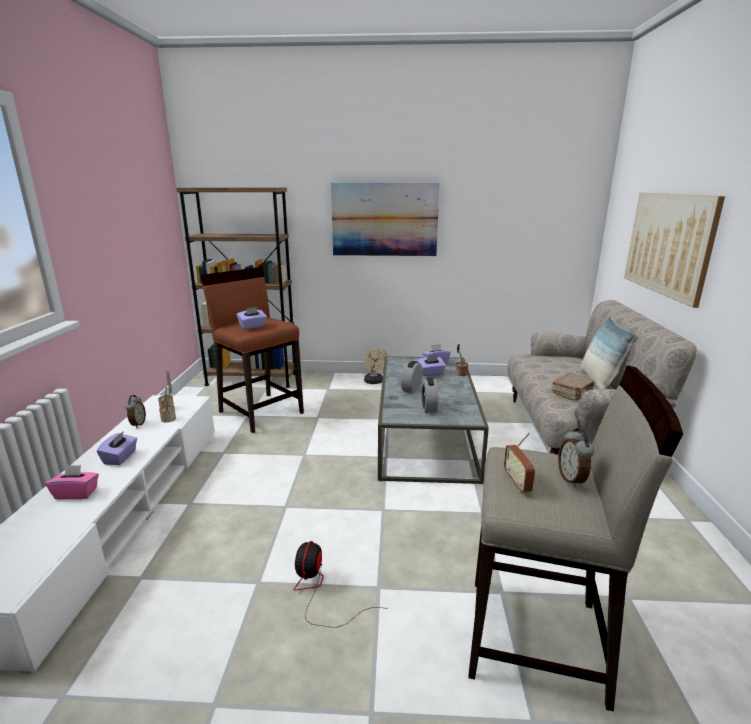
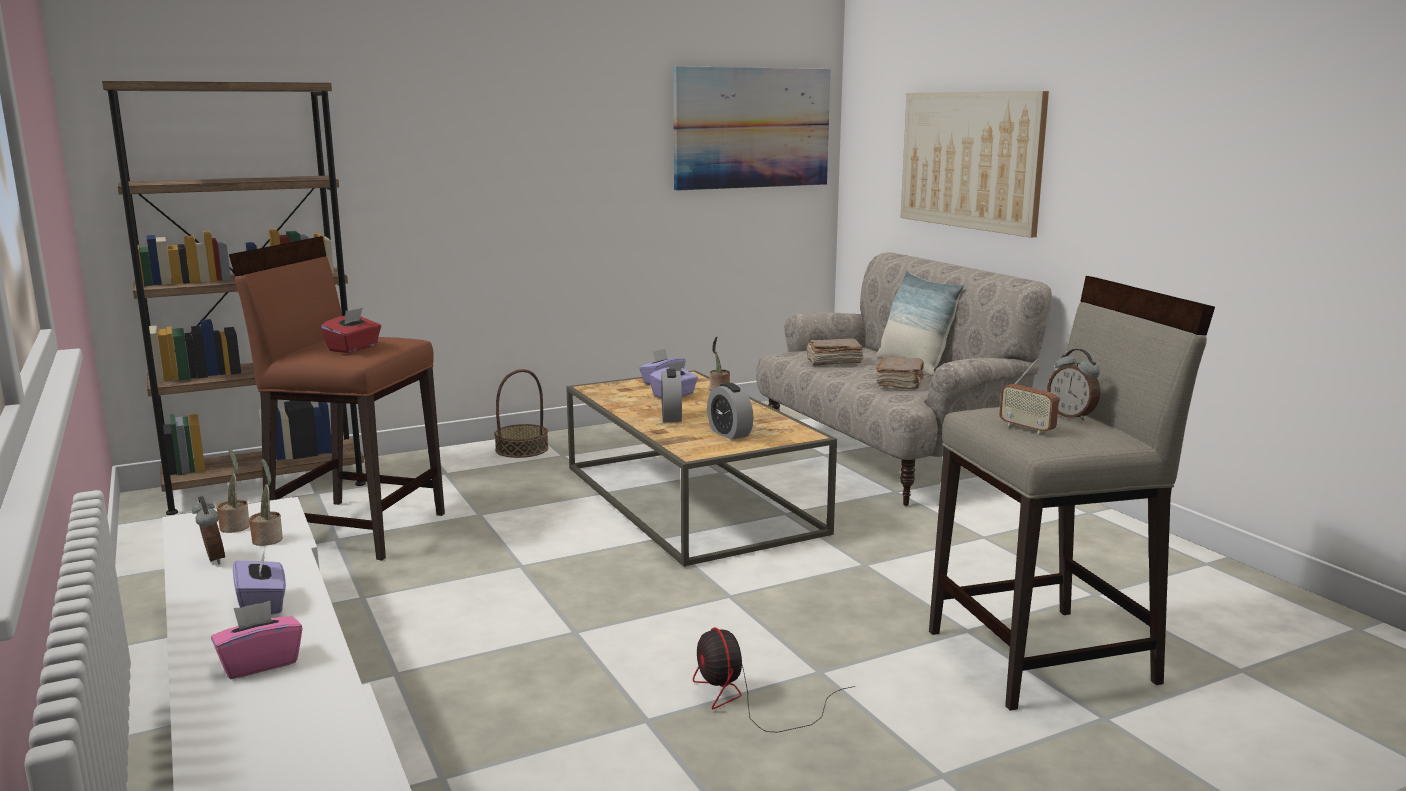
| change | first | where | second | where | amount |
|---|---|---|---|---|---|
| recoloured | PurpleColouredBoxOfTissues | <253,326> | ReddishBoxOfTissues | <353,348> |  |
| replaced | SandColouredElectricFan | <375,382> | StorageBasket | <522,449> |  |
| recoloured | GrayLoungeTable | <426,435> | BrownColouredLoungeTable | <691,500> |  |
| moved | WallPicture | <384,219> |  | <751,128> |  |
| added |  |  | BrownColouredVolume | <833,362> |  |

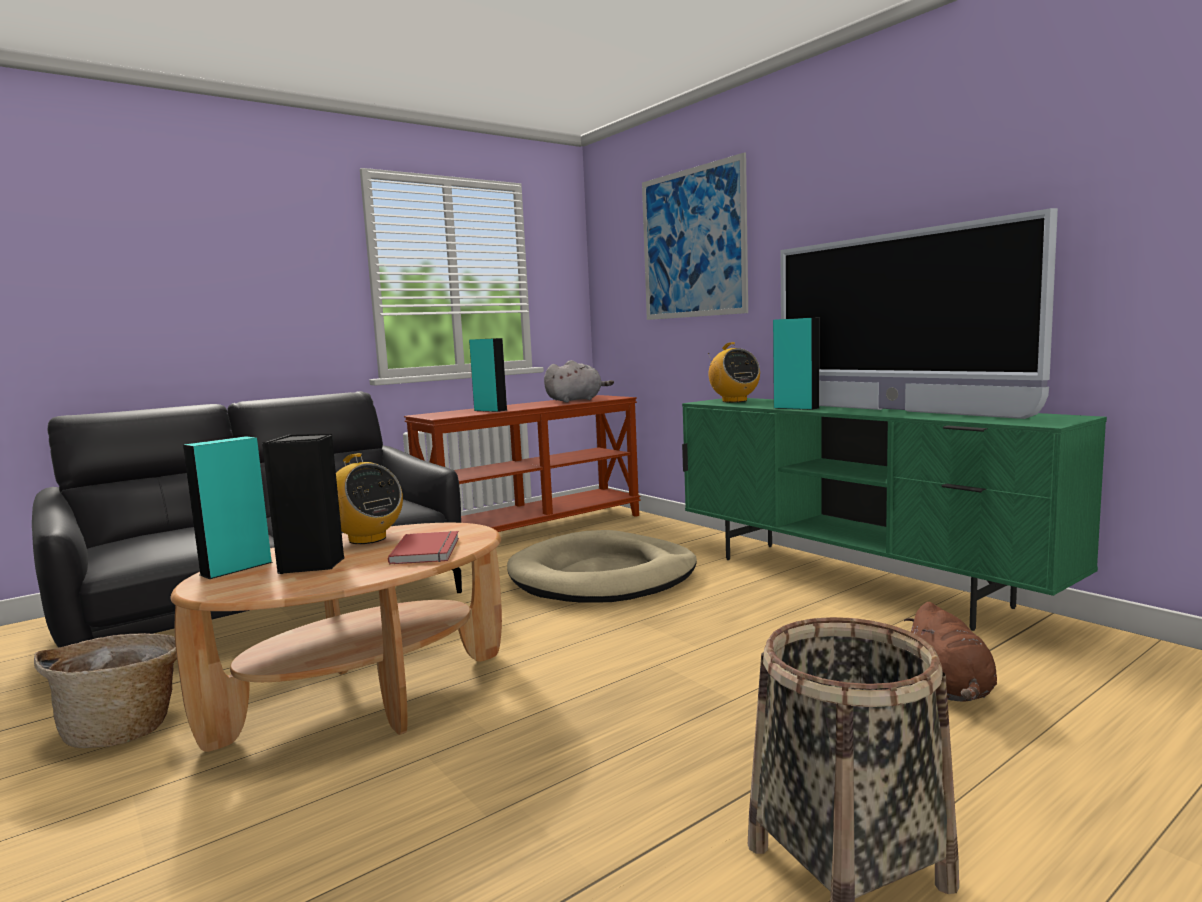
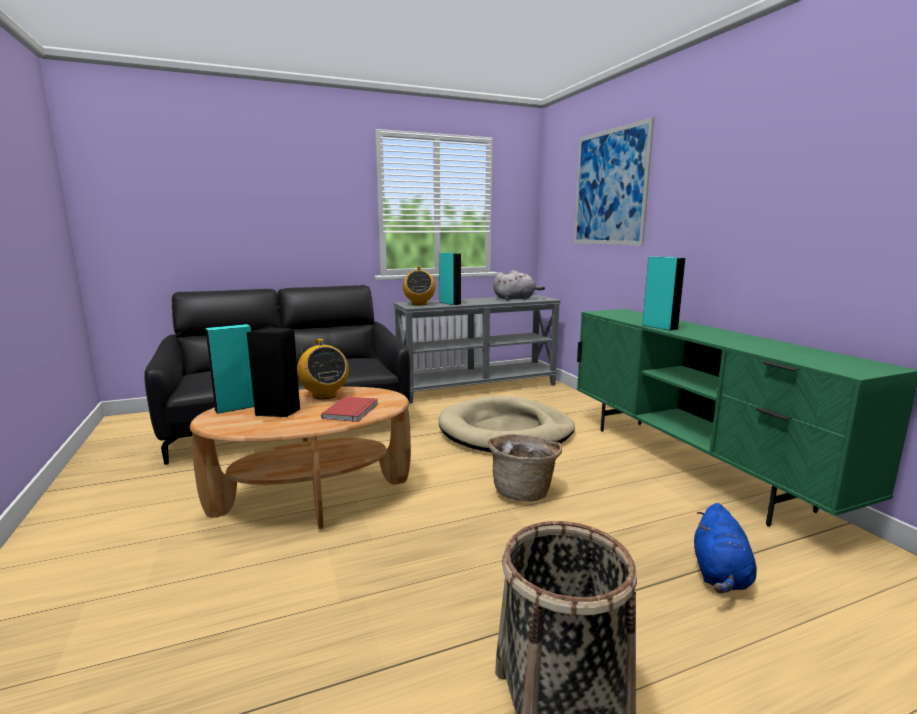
| change | first | where | second | where | amount |
|---|---|---|---|---|---|
| recoloured | BrownColouredNarrowTable | <534,530> | GrayNarrowTable | <477,387> |  |
| moved | Radio | <734,401> |  | <419,304> |  |
| moved | StorageBasket | <125,729> |  | <523,491> |  |
| recoloured | BrownColouredSoftToy | <950,689> | BlueSoftToy | <720,575> |  |
| removed | Television | <894,410> |  |  |  |

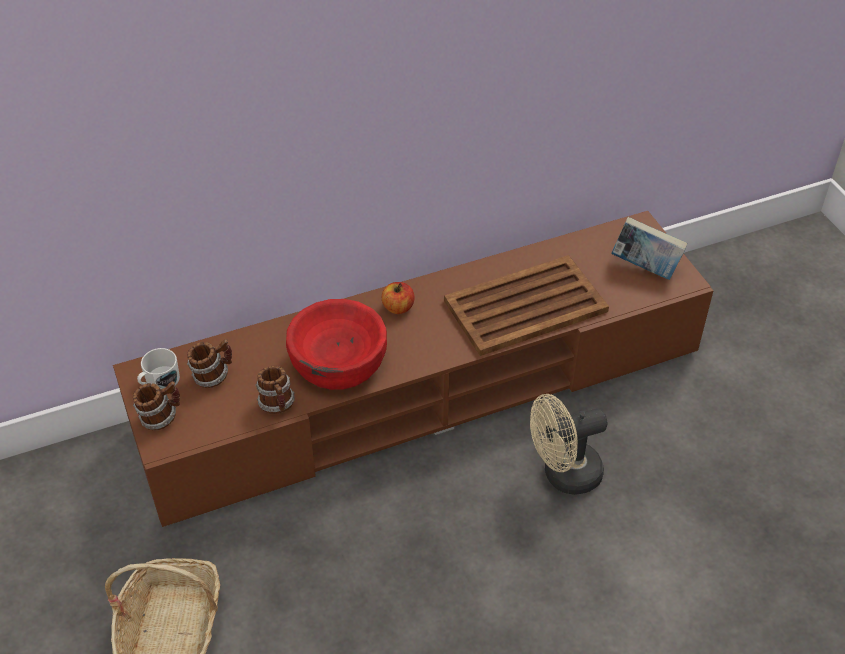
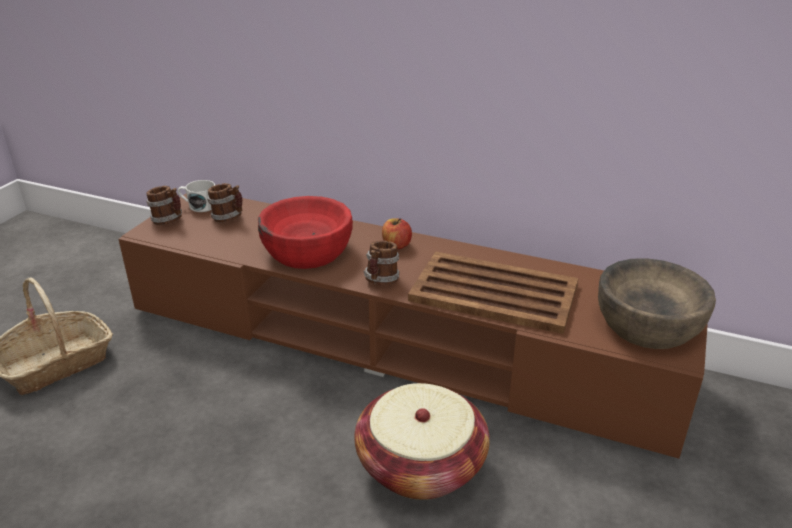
| change | first | where | second | where | amount |
|---|---|---|---|---|---|
| replaced | SandColouredElectricFan | <563,475> | StorageBasket | <420,465> |  |
| moved | CoffeeMug | <278,405> |  | <381,281> |  |
| replaced | Volume | <645,268> | BrownColouredDeepDish | <647,325> |  |

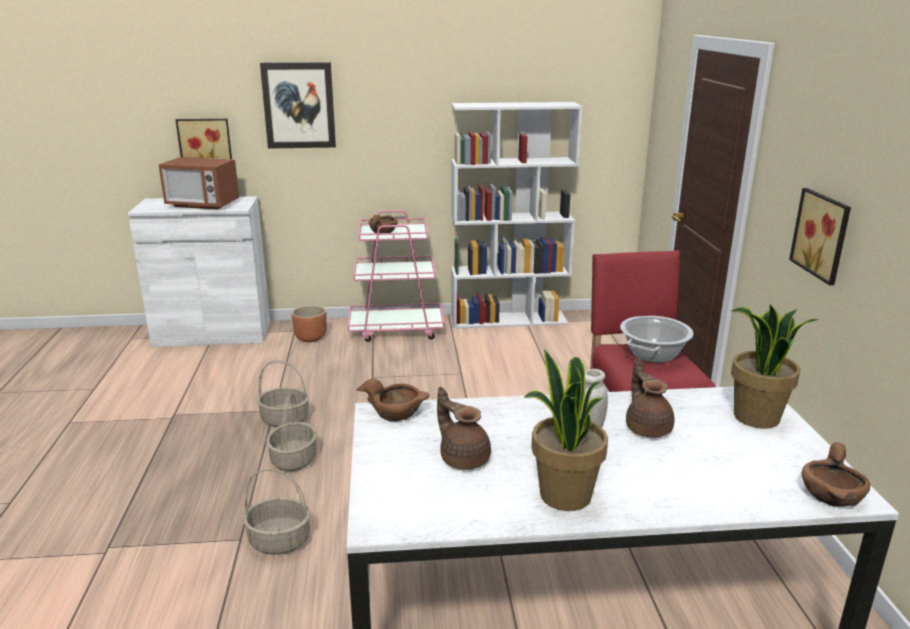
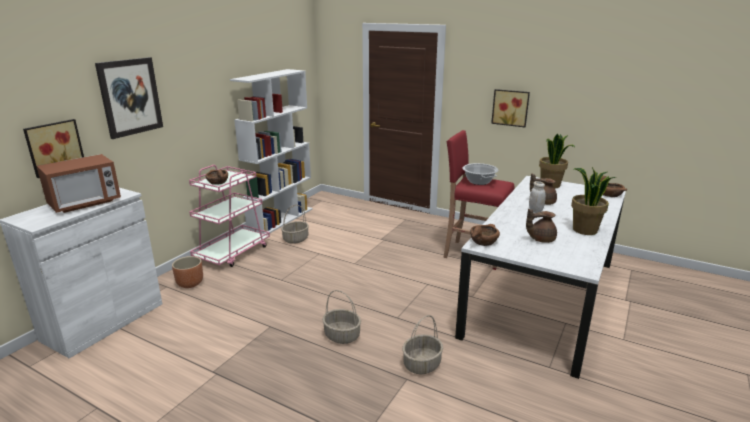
| change | first | where | second | where | amount |
|---|---|---|---|---|---|
| moved | StorageBasket | <285,419> |  | <295,239> |  |

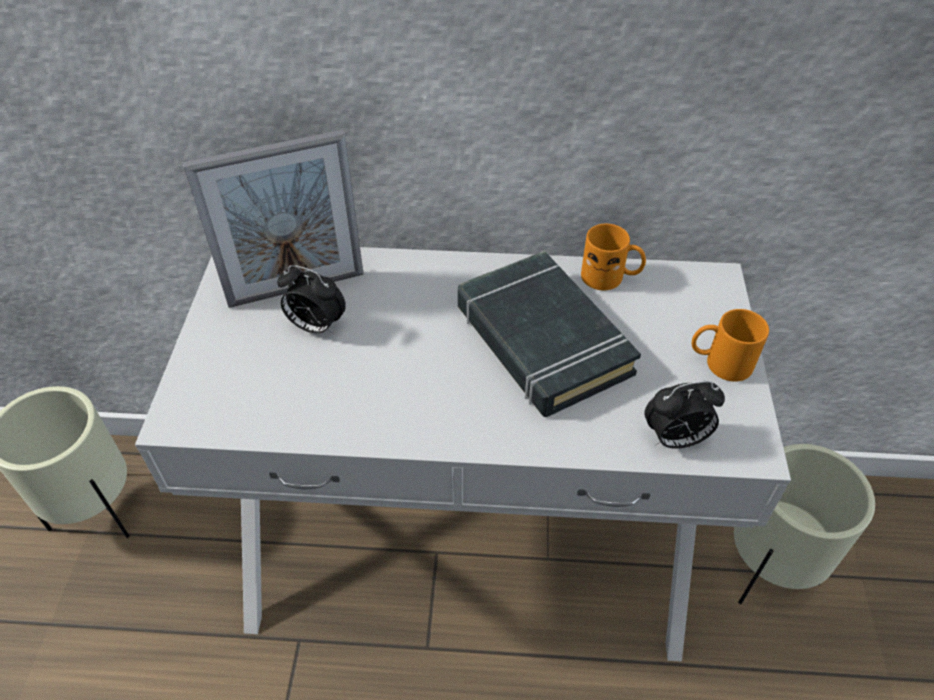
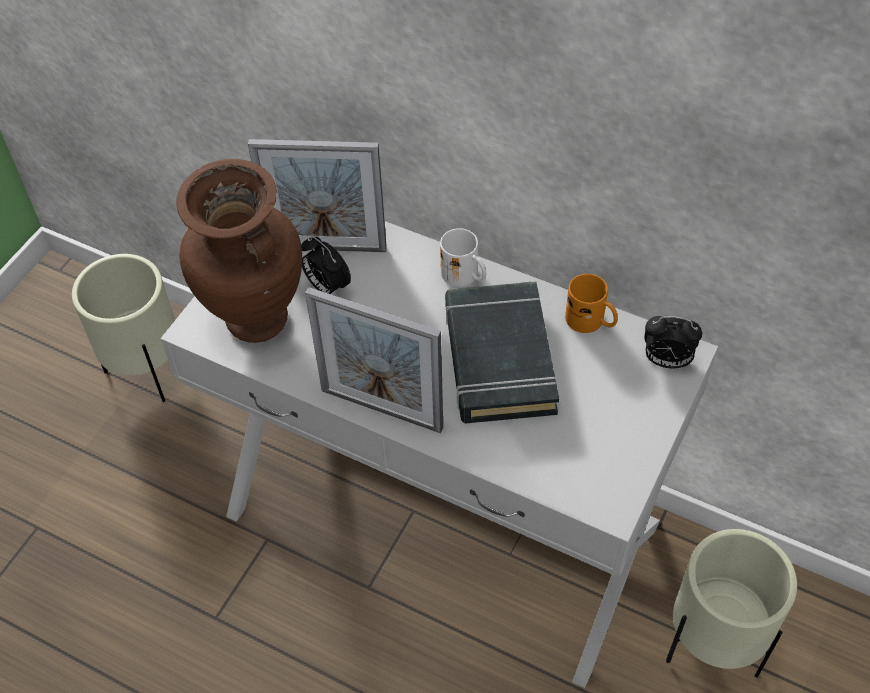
| change | first | where | second | where | amount |
|---|---|---|---|---|---|
| added |  |  | BrownColouredFlowerVase | <255,322> |  |
| added |  |  | PictureFrame | <381,409> |  |
| added |  |  | WhiteColouredCoffeeMug | <465,276> |  |
| moved | AlarmClock | <675,439> |  | <666,361> |  |
| removed | OrangeyCoffeeMug | <719,363> |  |  |  |

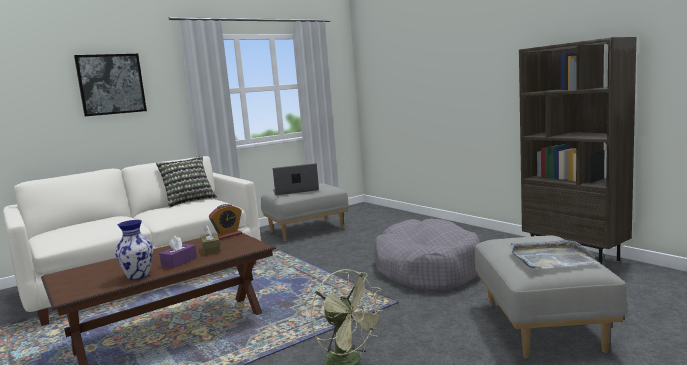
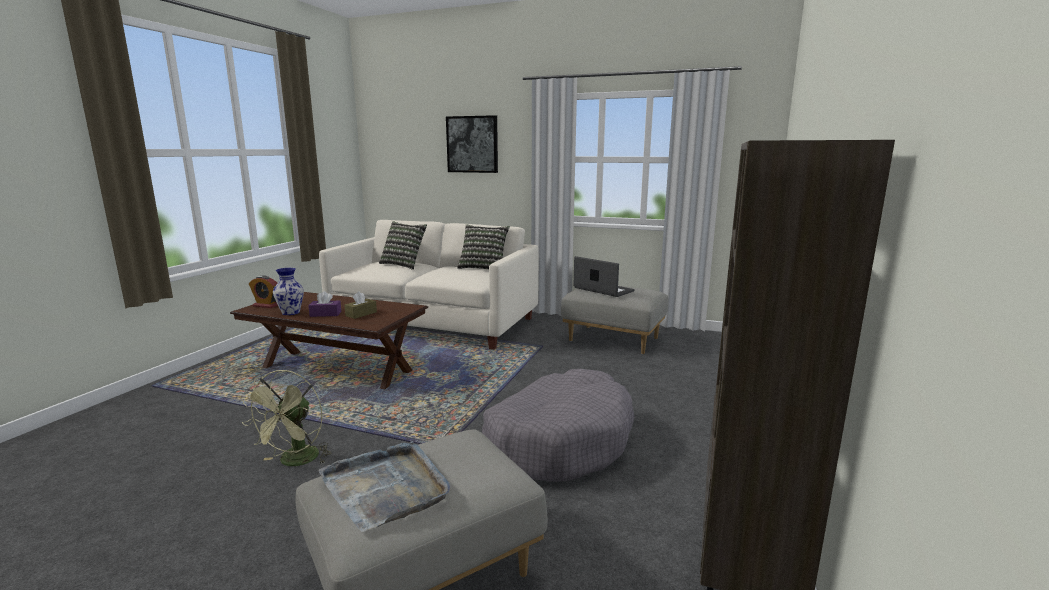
| change | first | where | second | where | amount |
|---|---|---|---|---|---|
| moved | AlarmClock | <228,235> |  | <266,305> |  |
| added |  |  | Pillow | <404,264> |  |

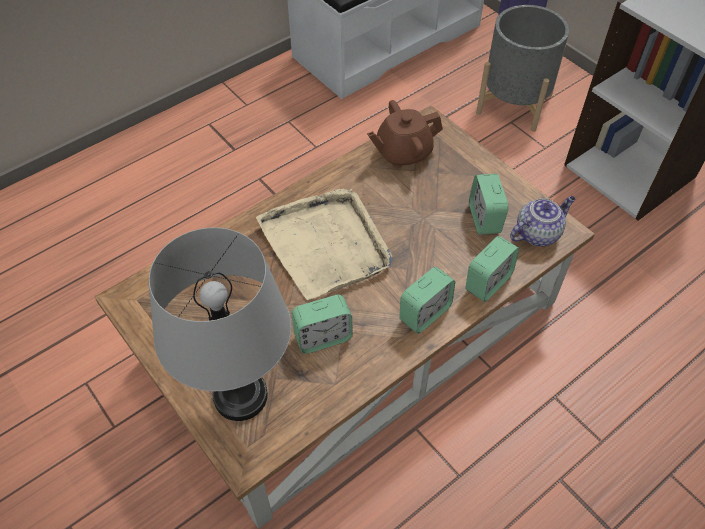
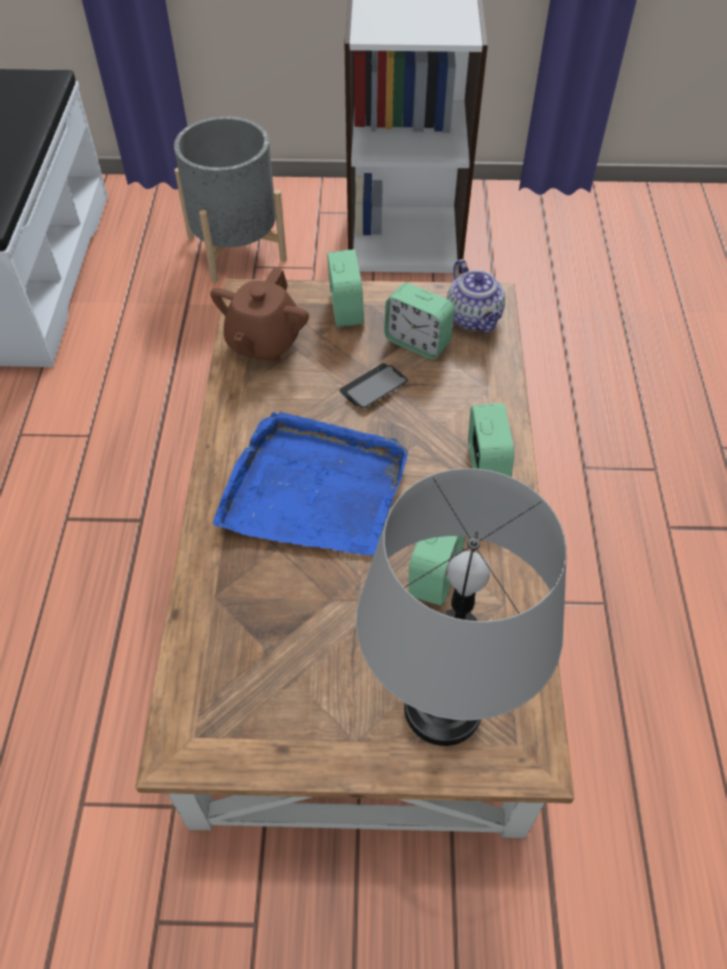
| change | first | where | second | where | amount |
|---|---|---|---|---|---|
| recoloured | SandColouredTray | <326,245> | BlueTray | <314,489> |  |
| moved | AlarmClock | <488,282> |  | <346,309> |  |
| added |  |  | Phone | <373,387> |  |
| turned | TeaPot | <537,233> |  | <474,319> | 150 degrees clockwise |

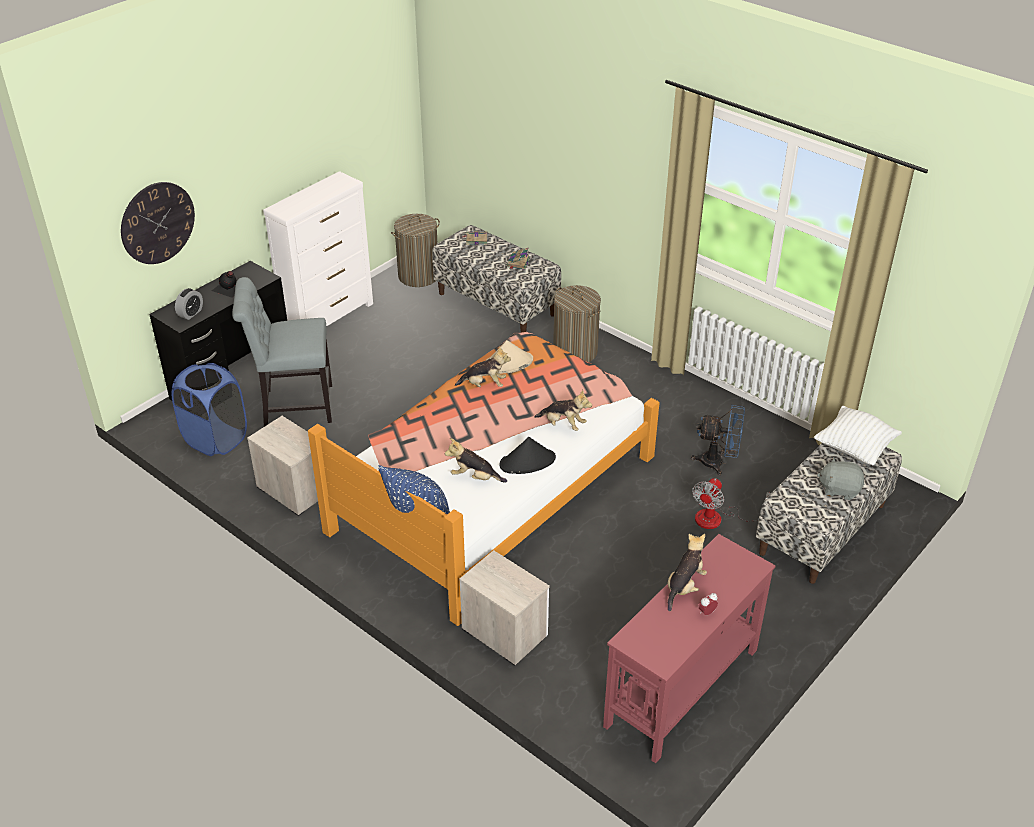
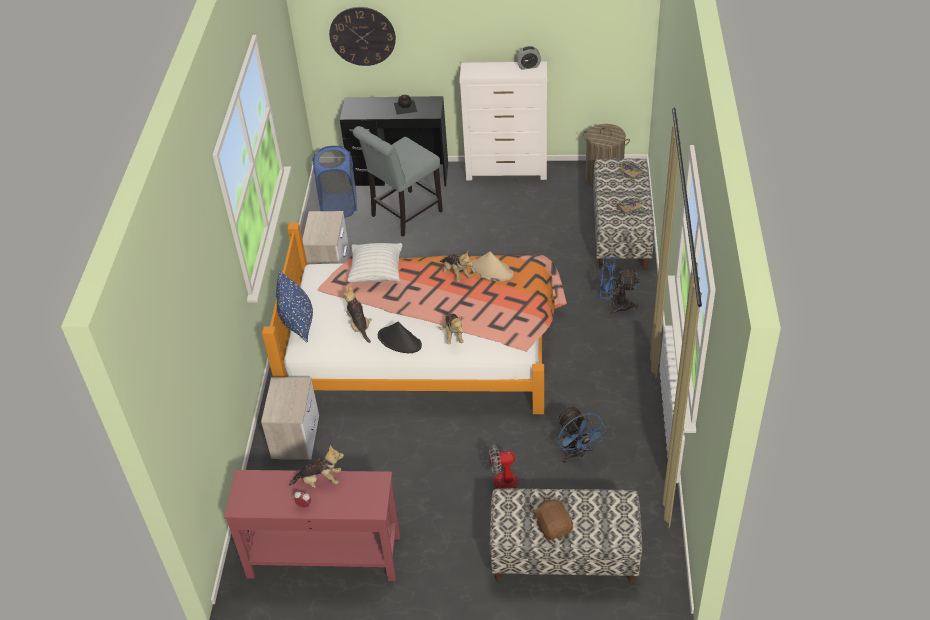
| change | first | where | second | where | amount |
|---|---|---|---|---|---|
| moved | WhiteColouredPillow | <854,448> |  | <376,273> |  |
| turned | GrayPlainChair | <293,406> |  | <403,215> | 90 degrees counterclockwise |
| moved | AlarmClock | <191,313> |  | <528,66> |  |
| recoloured | GraySoftToy | <839,489> | BrownColouredSoftToy | <554,527> |  |
| replaced | WashingBasket | <575,352> | BlueElectricFan | <615,305> |  |

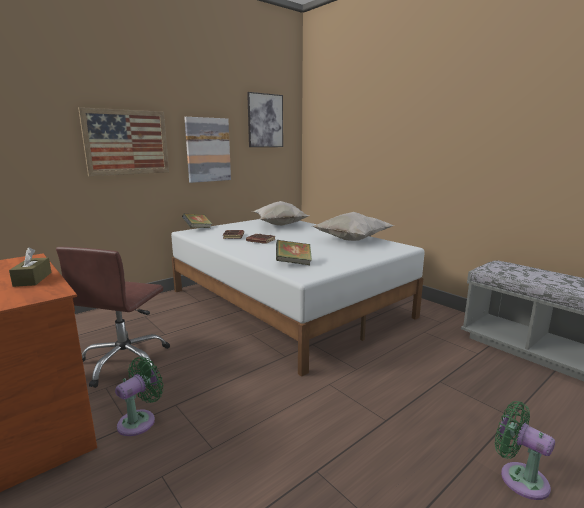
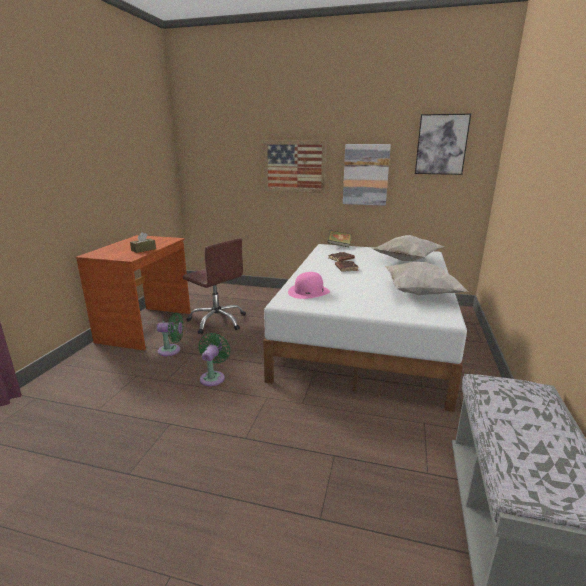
| change | first | where | second | where | amount |
|---|---|---|---|---|---|
| turned | BrownColouredDeskChair | <125,361> |  | <217,321> | 120 degrees counterclockwise |
| moved | GreenColouredElectricFan | <519,477> |  | <213,377> |  |
| replaced | Volume | <293,263> | PinkishHat | <308,292> |  |

